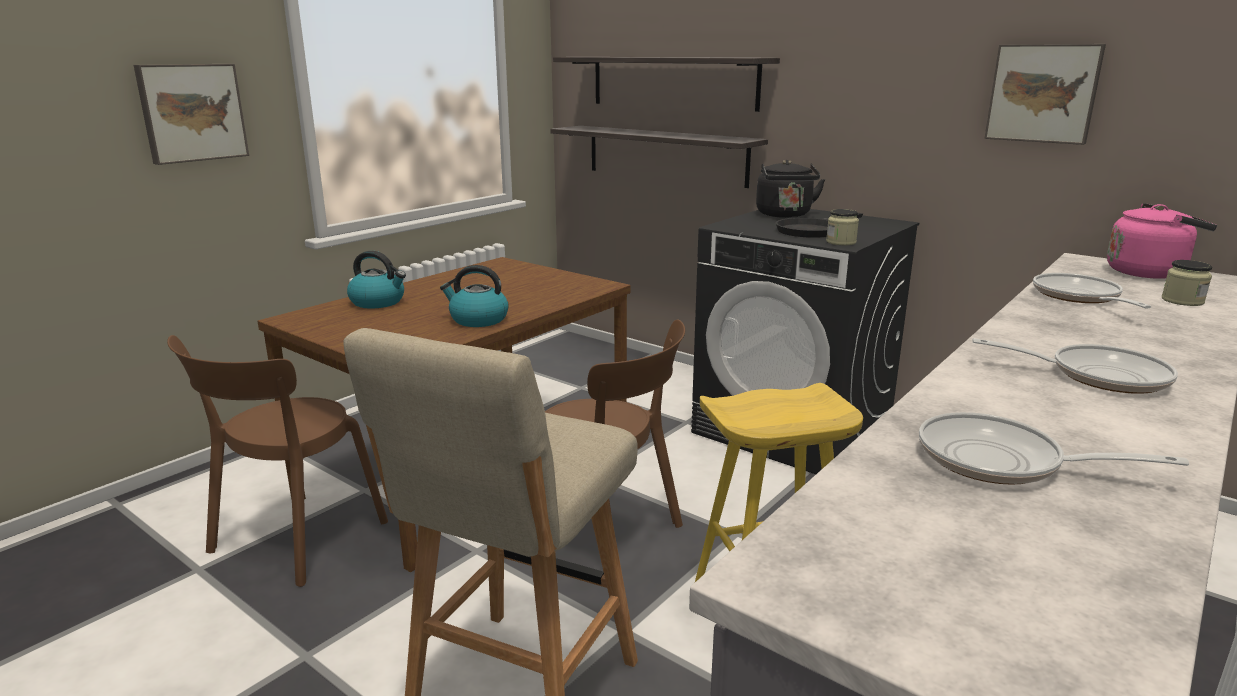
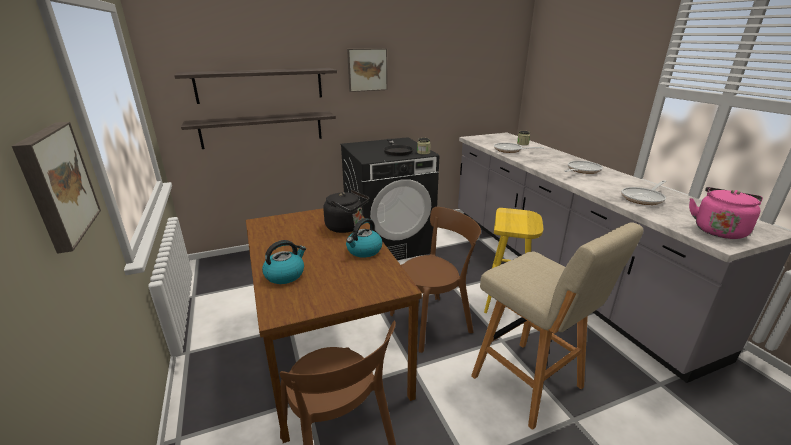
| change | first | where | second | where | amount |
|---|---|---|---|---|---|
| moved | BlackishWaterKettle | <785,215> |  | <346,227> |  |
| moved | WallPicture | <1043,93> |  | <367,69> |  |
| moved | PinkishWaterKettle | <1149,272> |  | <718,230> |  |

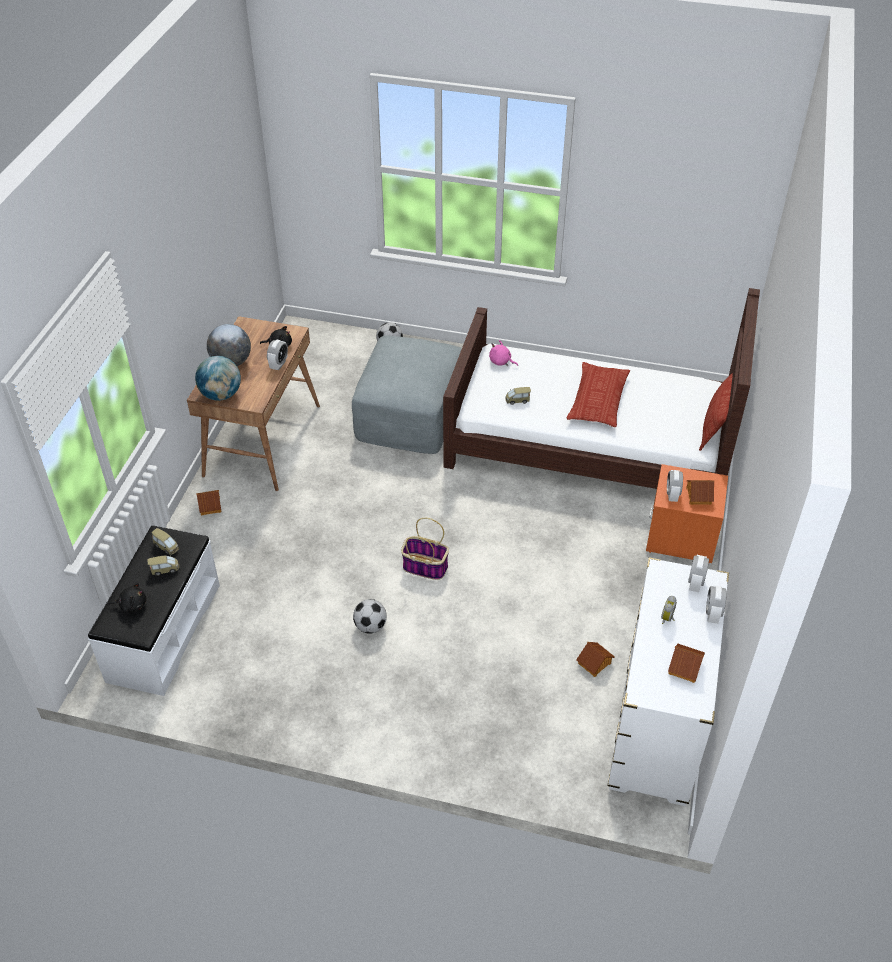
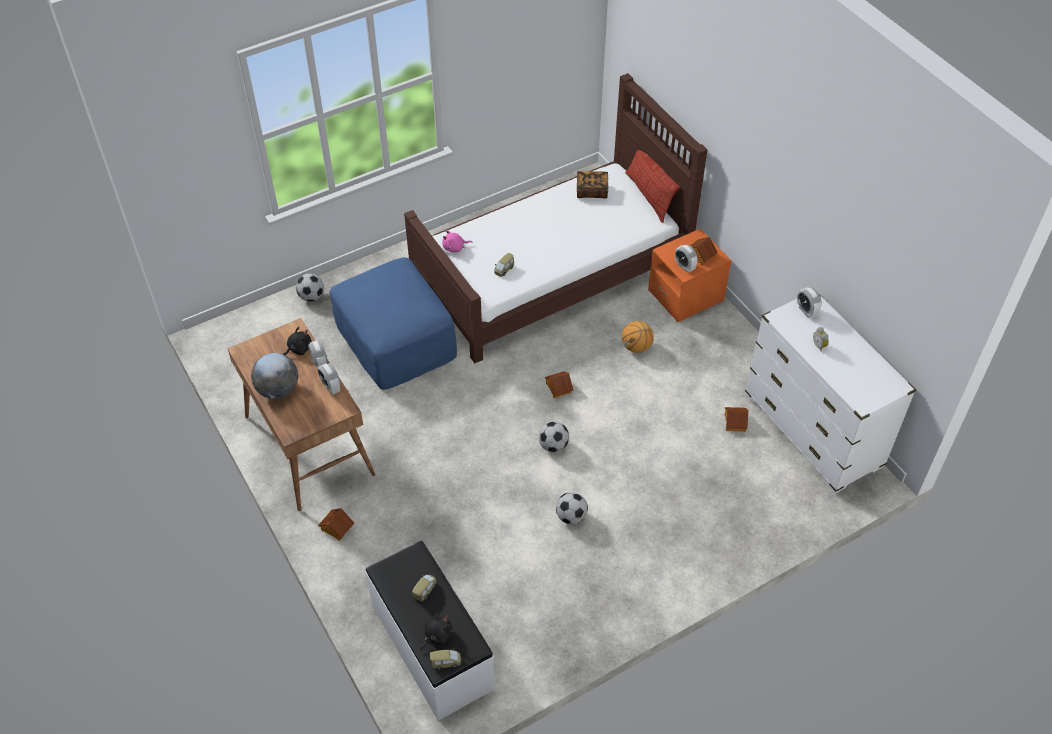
| change | first | where | second | where | amount |
|---|---|---|---|---|---|
| moved | AlarmClock | <712,614> |  | <331,387> |  |
| recoloured | GrayPouffe | <409,412> | BluePouffe | <396,339> |  |
| moved | ModelCar | <166,546> |  | <446,662> |  |
| replaced | StorageBasket | <424,567> | Football | <553,446> |  |
| moved | ModelHouse | <684,667> |  | <558,388> |  |
| added |  |  | Volume | <592,191> |  |
| added |  |  | BallForBasketball | <636,347> |  |
| removed | Globe | <221,395> |  |  |  |
| removed | Pillow | <598,400> |  |  |  |

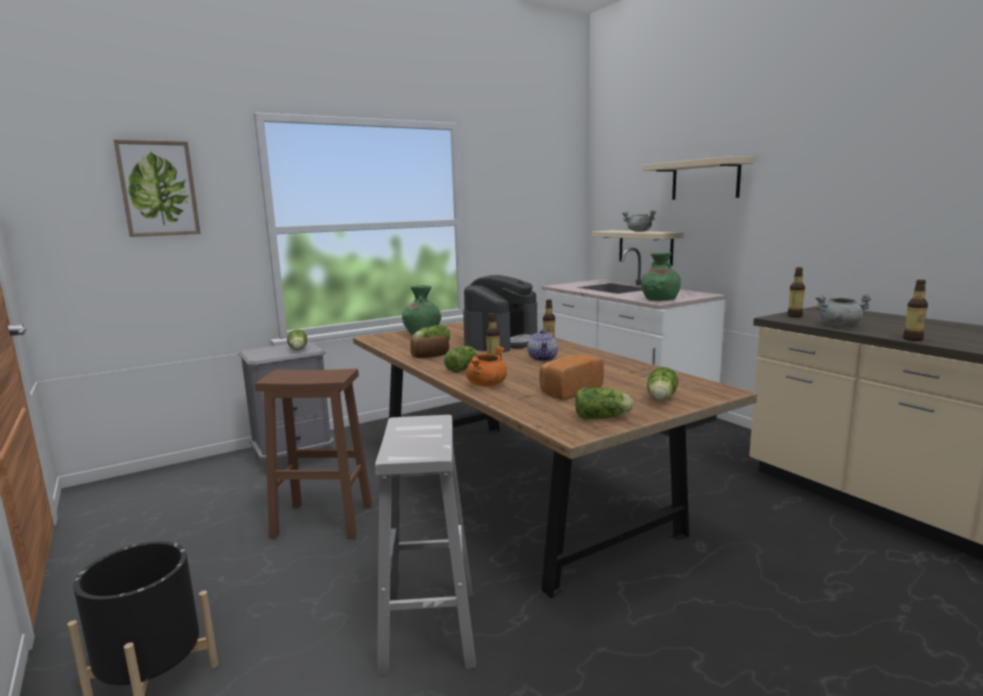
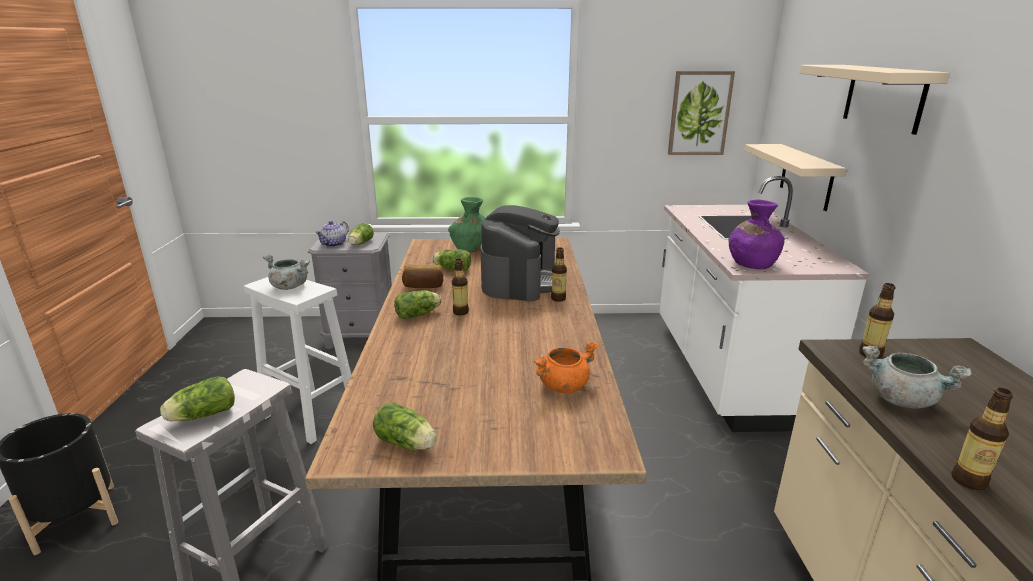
| change | first | where | second | where | amount |
|---|---|---|---|---|---|
| moved | LettuceHead | <661,399> |  | <201,416> |  |
| recoloured | BrownColouredStoolSeat | <325,521> | WhiteColouredStoolSeat | <312,415> |  |
| moved | GraySaucepot | <639,231> |  | <289,286> |  |
| moved | TeaPot | <543,358> |  | <334,244> |  |
| turned | CoffeeBrewer | <502,342> |  | <520,281> | 45 degrees counterclockwise |
| moved | OrangeySaucepot | <486,384> |  | <563,385> |  |
| moved | WallPicture | <158,189> |  | <699,113> |  |
| recoloured | GreenColouredFlowerVase | <659,300> | PurpleColouredFlowerVase | <751,264> |  |
| removed | BakedBread | <569,391> |  |  |  |

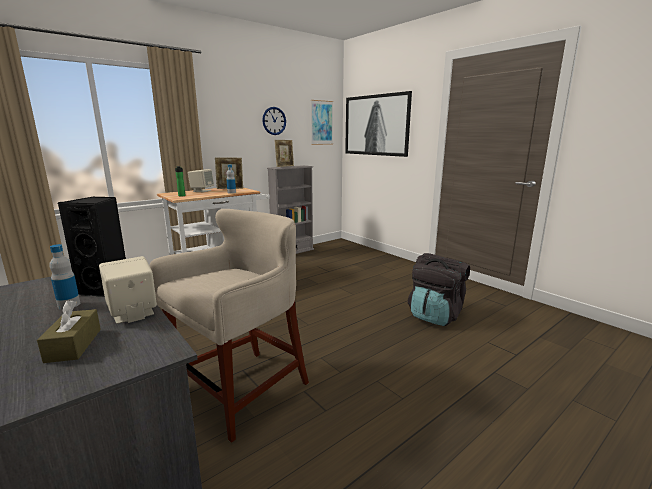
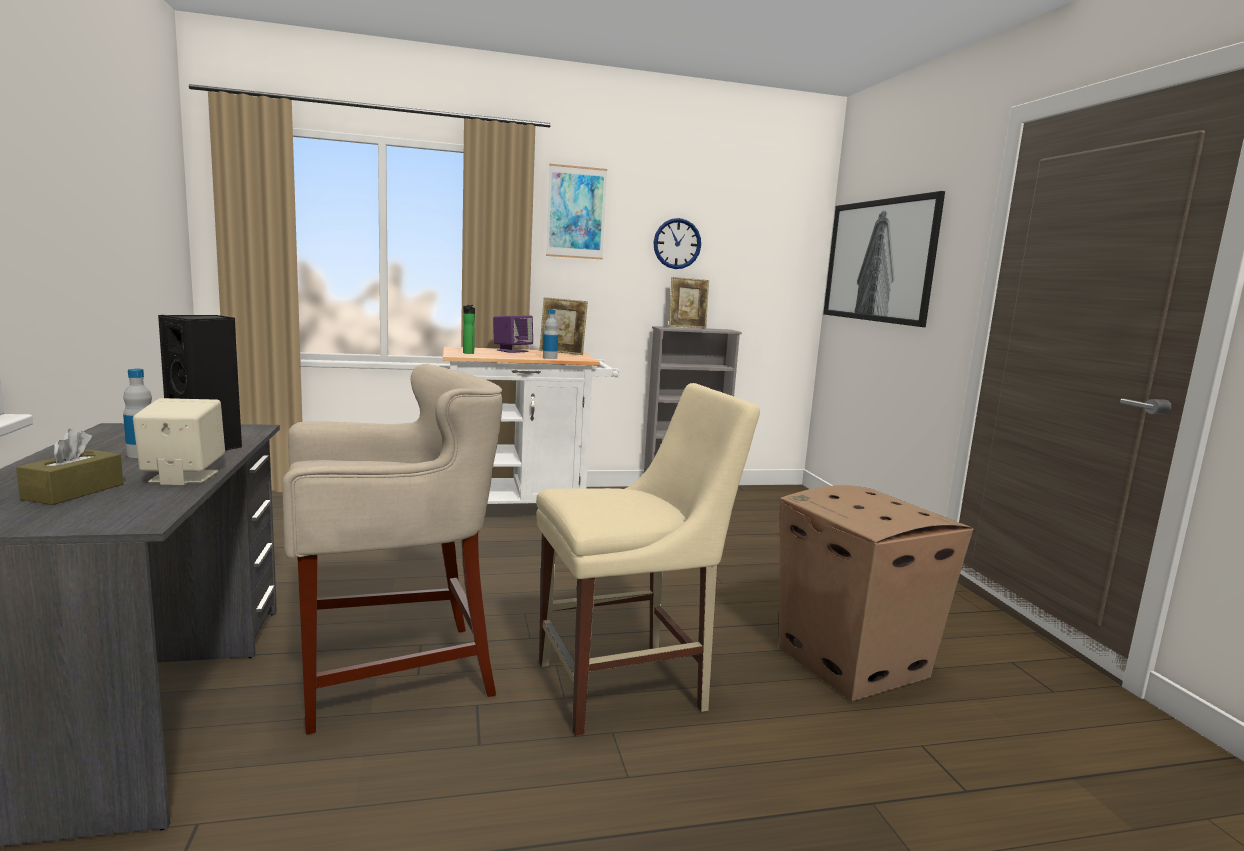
| change | first | where | second | where | amount |
|---|---|---|---|---|---|
| recoloured | SandColouredSpeaker | <202,191> | PurpleColouredSpeaker | <512,351> |  |
| added |  |  | SandColouredPlainChair | <629,685> |  |
| moved | WallPicture | <322,122> |  | <576,212> |  |
| replaced | BlackishBackpack | <435,315> | PackingBox | <853,662> |  |

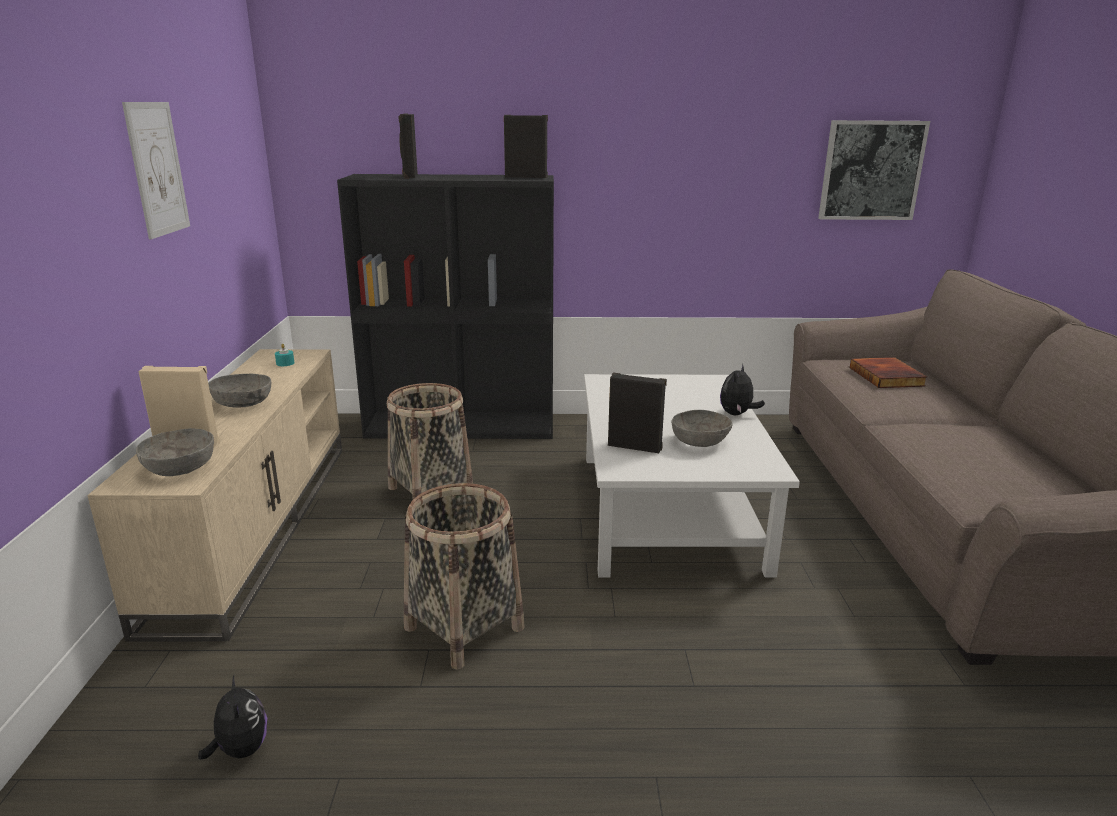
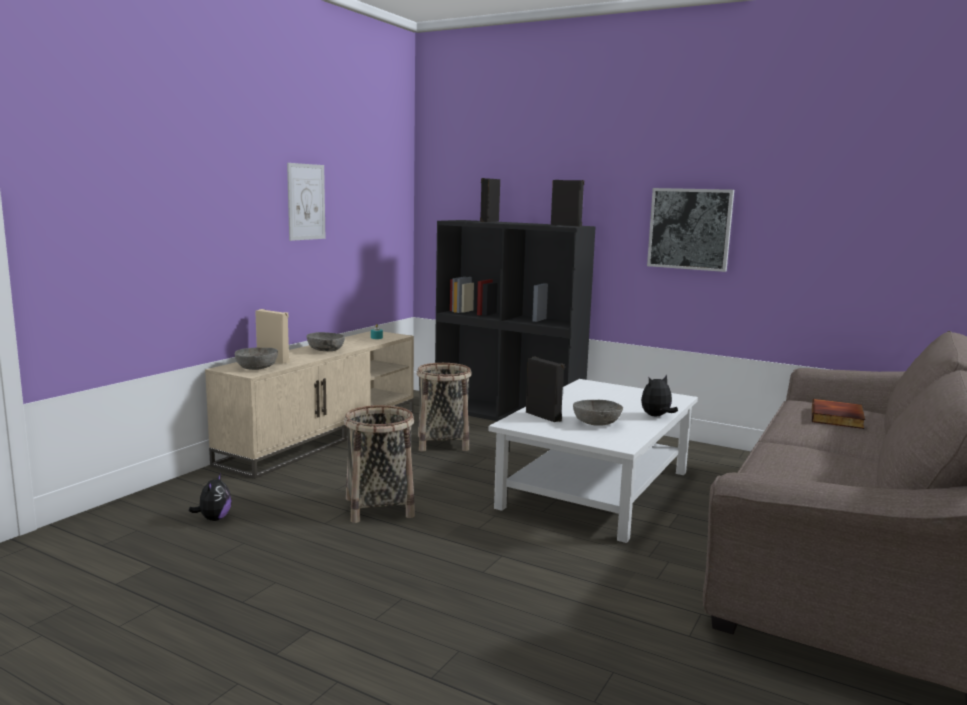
| change | first | where | second | where | amount |
|---|---|---|---|---|---|
| moved | WallPicture | <871,170> |  | <690,229> |  |

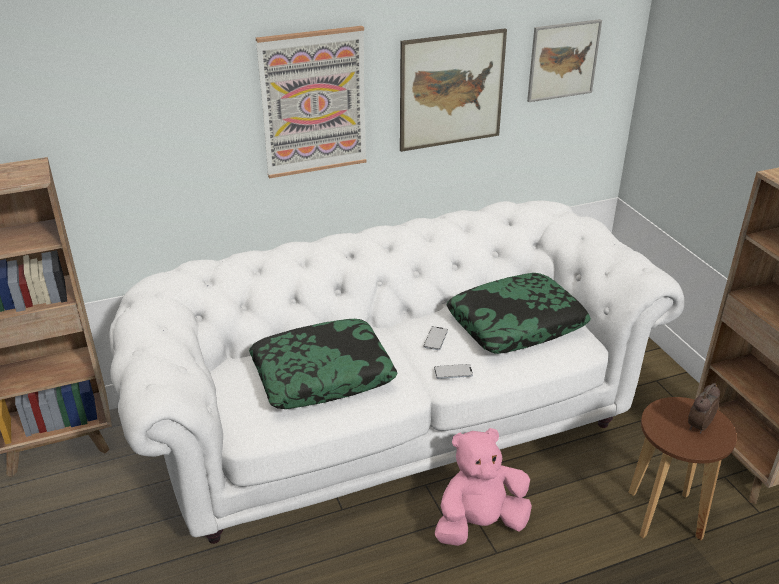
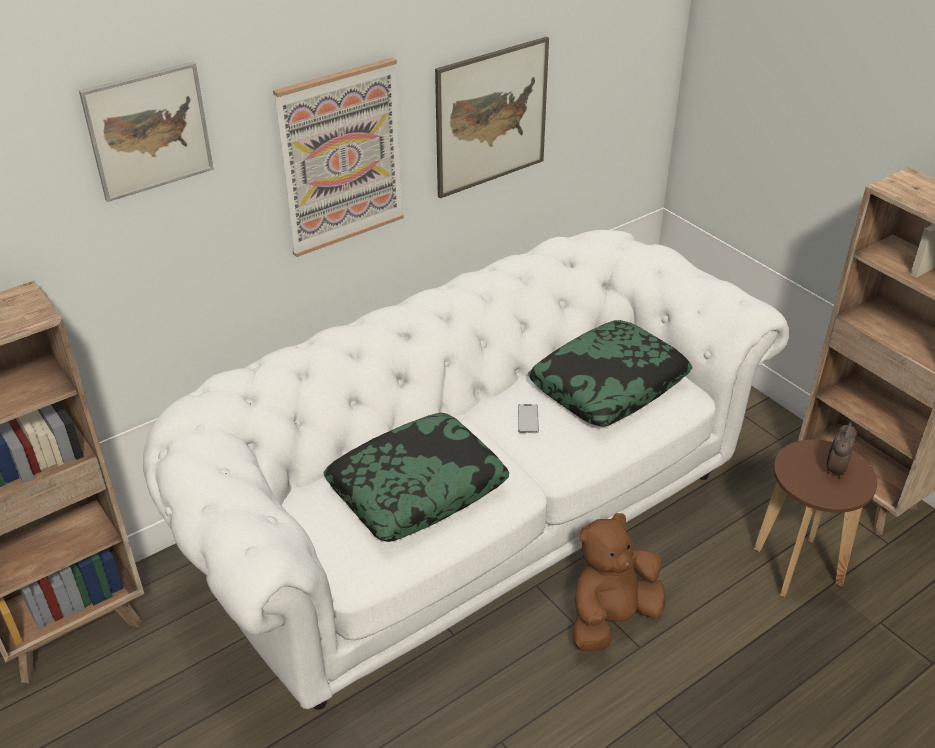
| change | first | where | second | where | amount |
|---|---|---|---|---|---|
| moved | WallPicture | <563,60> |  | <149,131> |  |
| recoloured | PinkishSoftToy | <479,524> | BrownColouredSoftToy | <611,618> |  |
| removed | Phone | <453,372> |  |  |  |

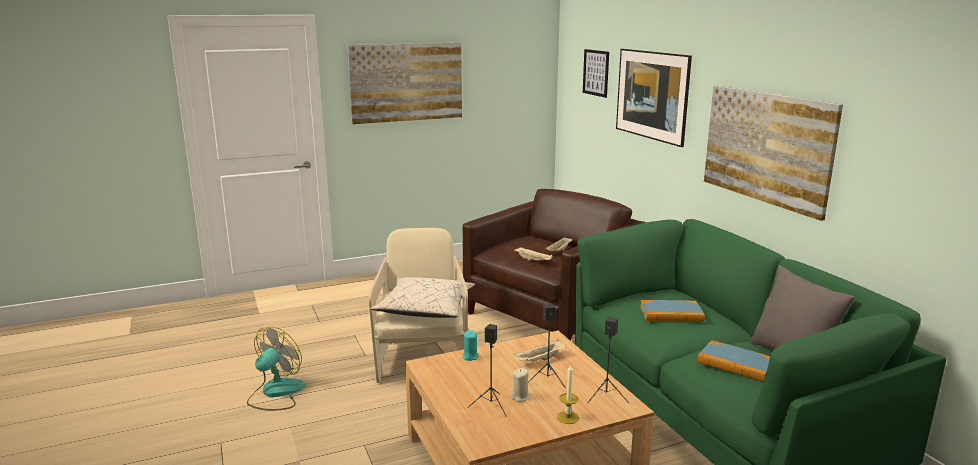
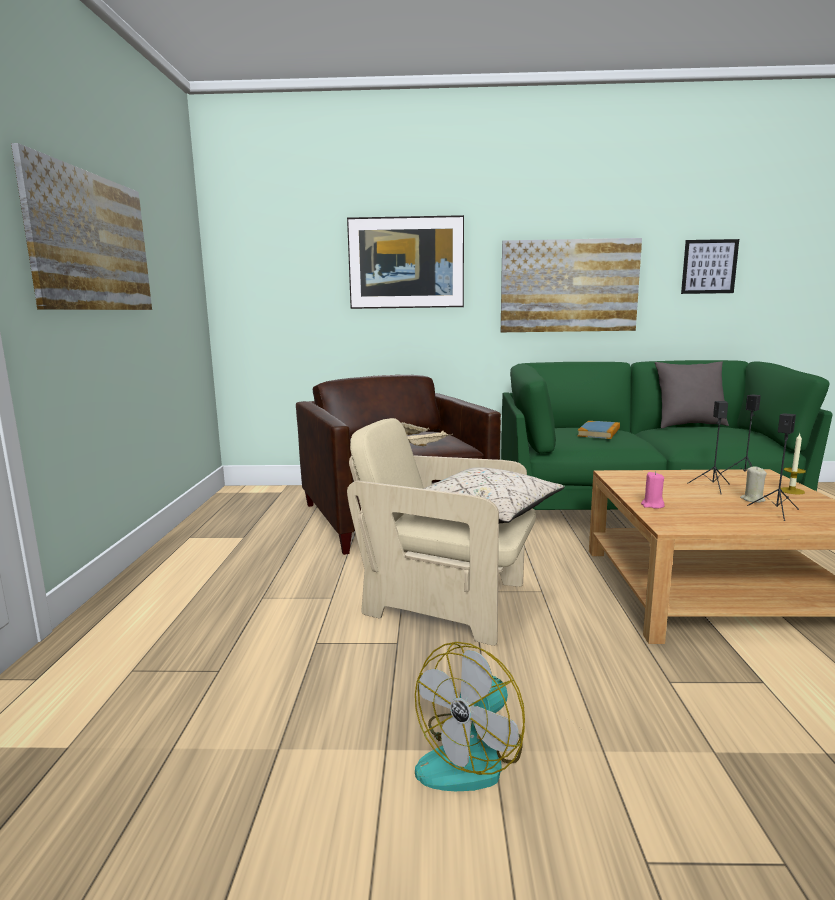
| change | first | where | second | where | amount |
|---|---|---|---|---|---|
| turned | ElectricFan | <275,393> |  | <472,757> | 105 degrees counterclockwise |
| recoloured | TurquoiseColouredWaxCandle | <470,357> | PinkishWaxCandle | <652,505> |  |
| moved | WallPicture | <596,72> |  | <709,266> |  |
| removed | SandColouredTray | <539,360> |  |  |  |
| removed | Volume | <736,364> |  |  |  |

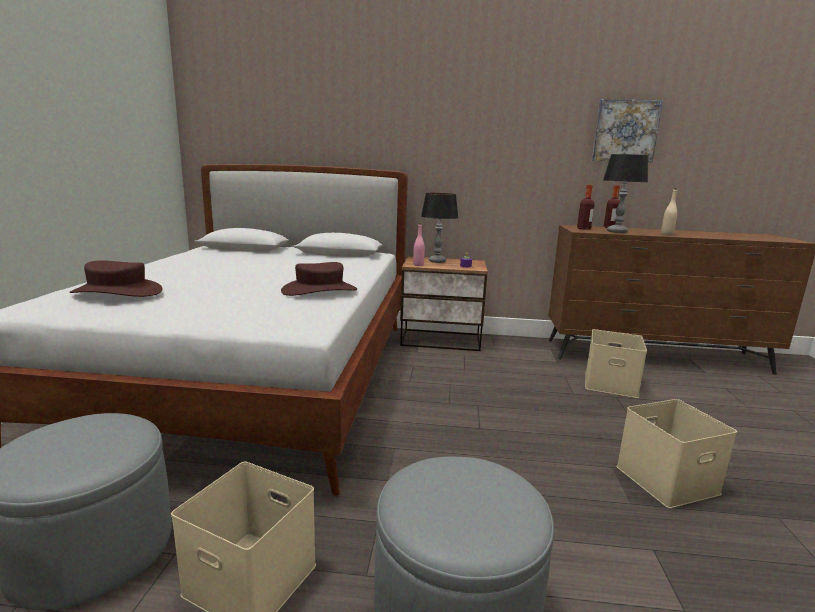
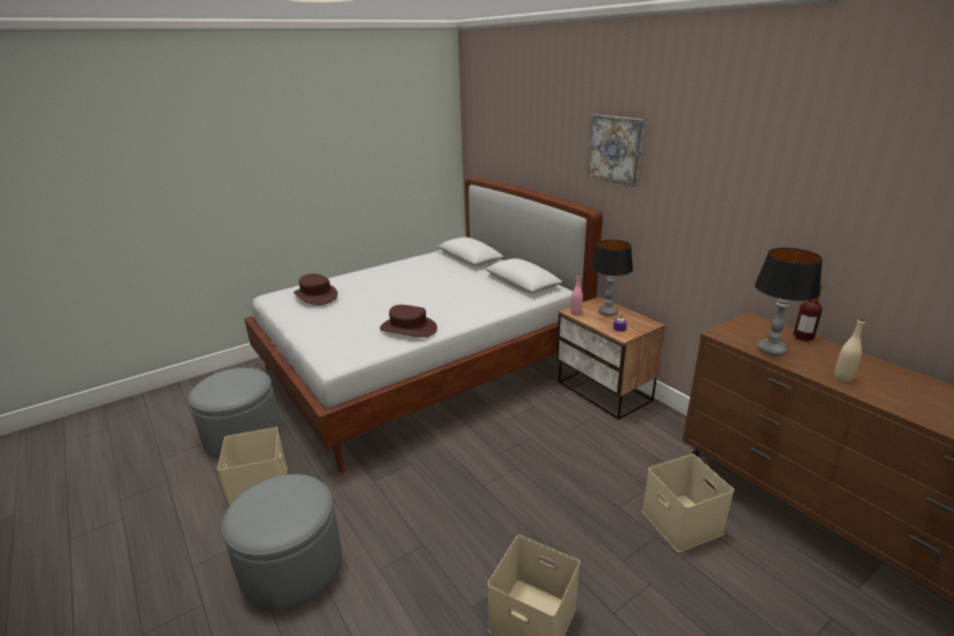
| change | first | where | second | where | amount |
|---|---|---|---|---|---|
| moved | WallPicture | <625,131> |  | <616,149> |  |
| removed | Bottle | <583,228> |  |  |  |

